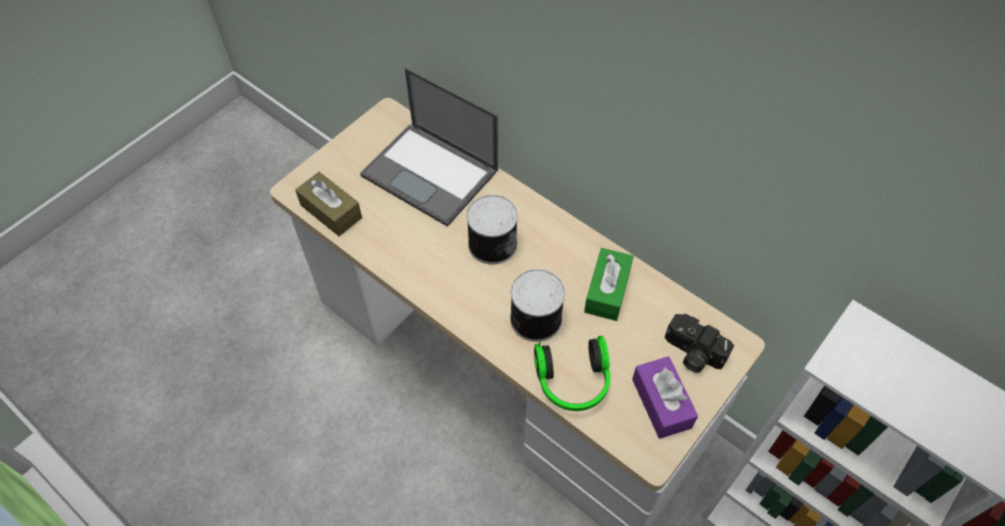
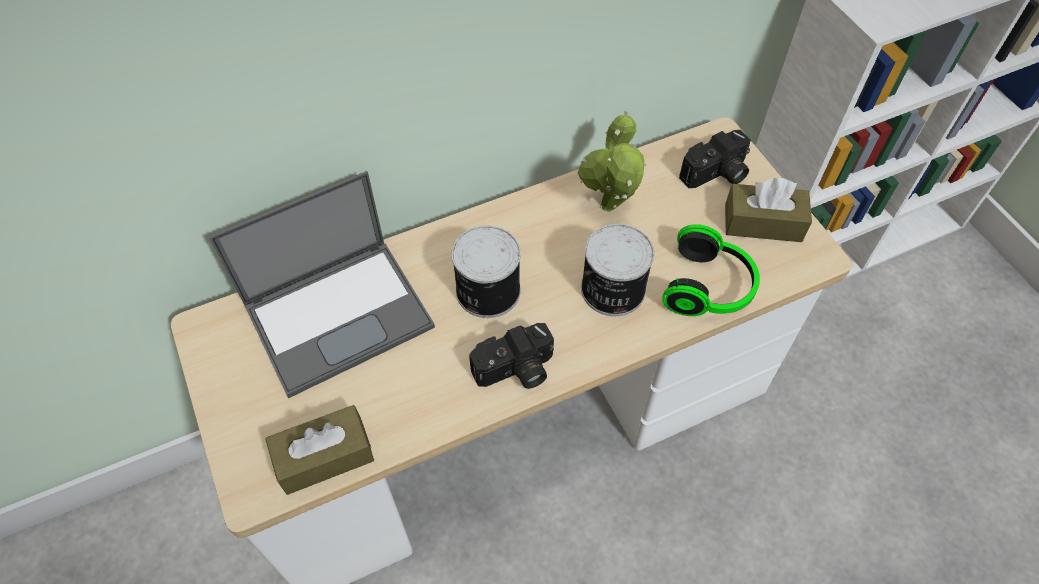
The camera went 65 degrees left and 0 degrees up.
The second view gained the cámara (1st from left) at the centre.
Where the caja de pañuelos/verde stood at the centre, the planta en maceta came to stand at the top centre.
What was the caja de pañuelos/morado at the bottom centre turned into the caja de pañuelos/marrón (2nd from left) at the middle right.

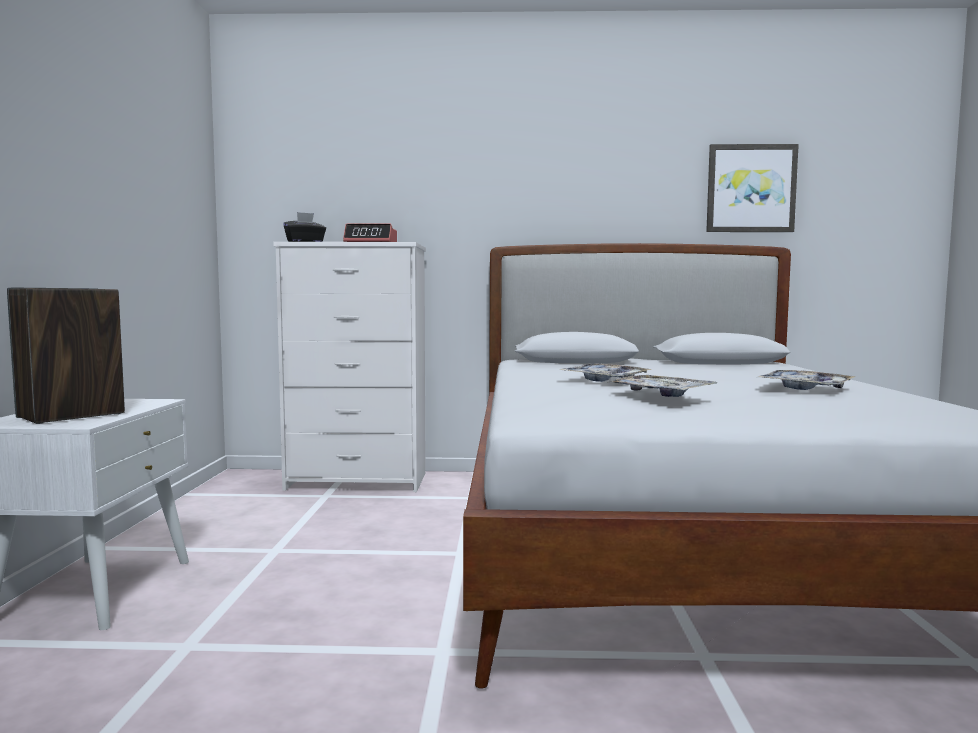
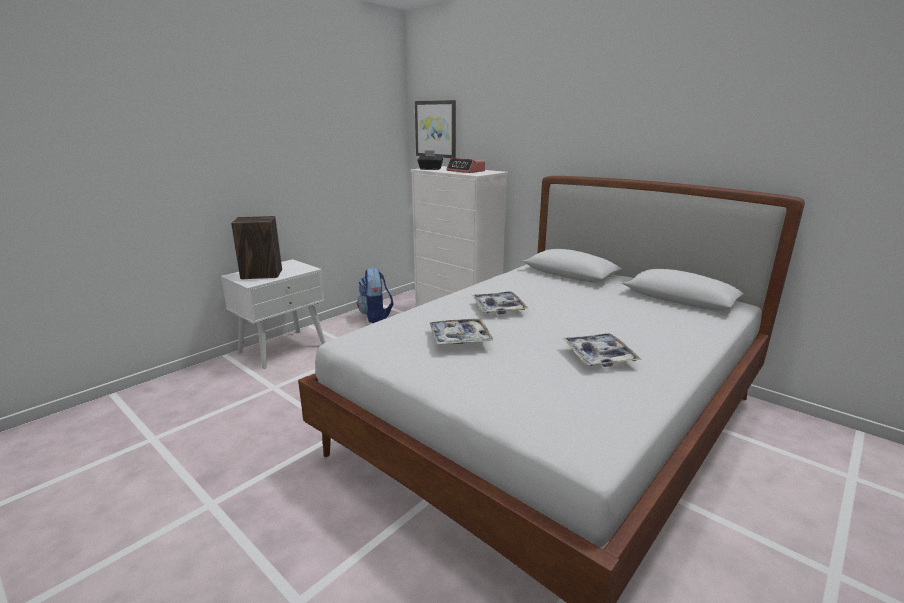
The camera went 40 degrees right and 15 degrees up.
The second view gained the mochila at the centre.
The cuadro ended up elsewhere, having gone from the top right to the top centre.

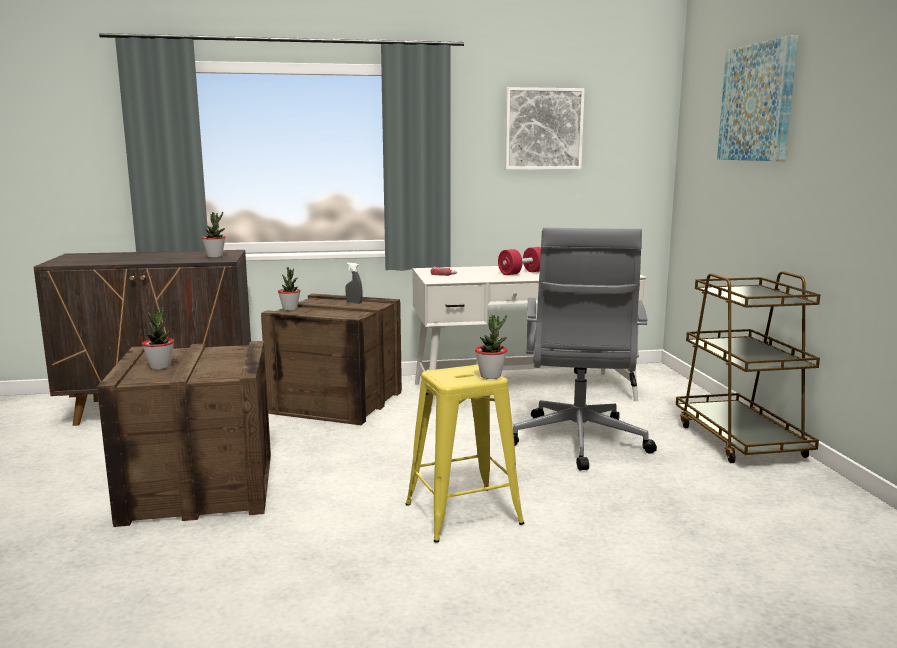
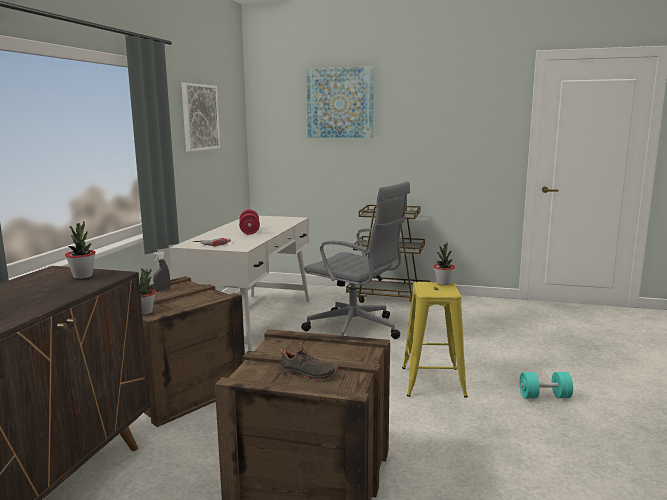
The camera went 65 degrees left and 0 degrees up.
Where the planta en maceta (1st from left) stood at the middle left, the zapato/negro came to stand at the bottom centre.
The second view gained the mancuerna/turquesa at the bottom right.

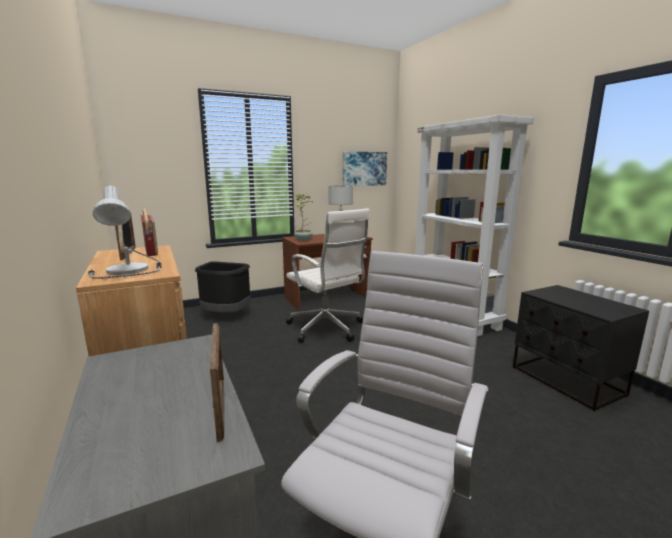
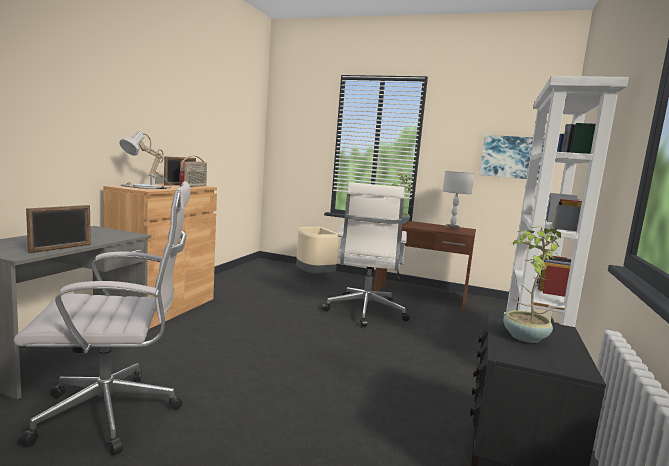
The camera went 45 degrees right and 5 degrees down.
What was the papelera/negro at the middle left turned into the papelera/beis at the centre.
The second view gained the planta en maceta (2nd from left) at the middle right.

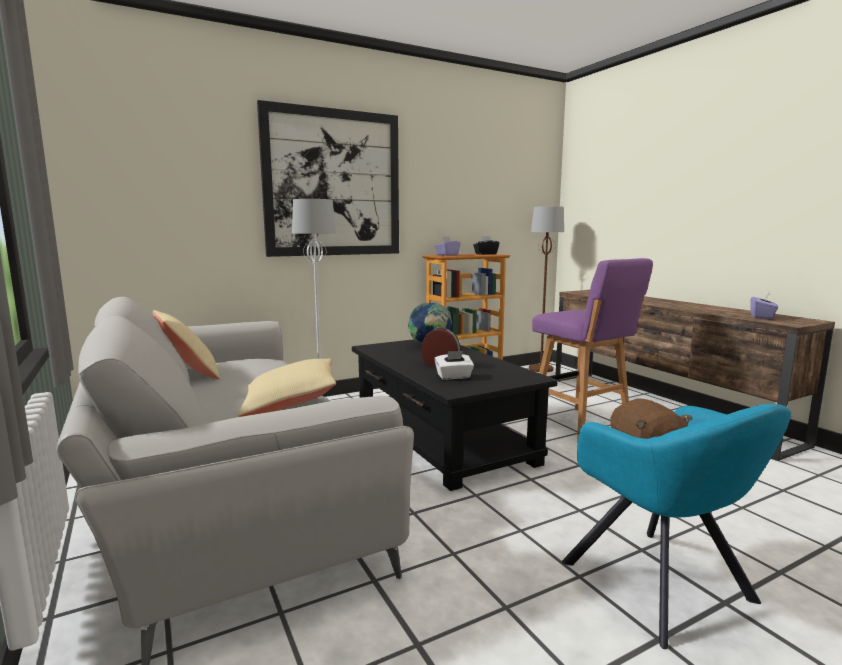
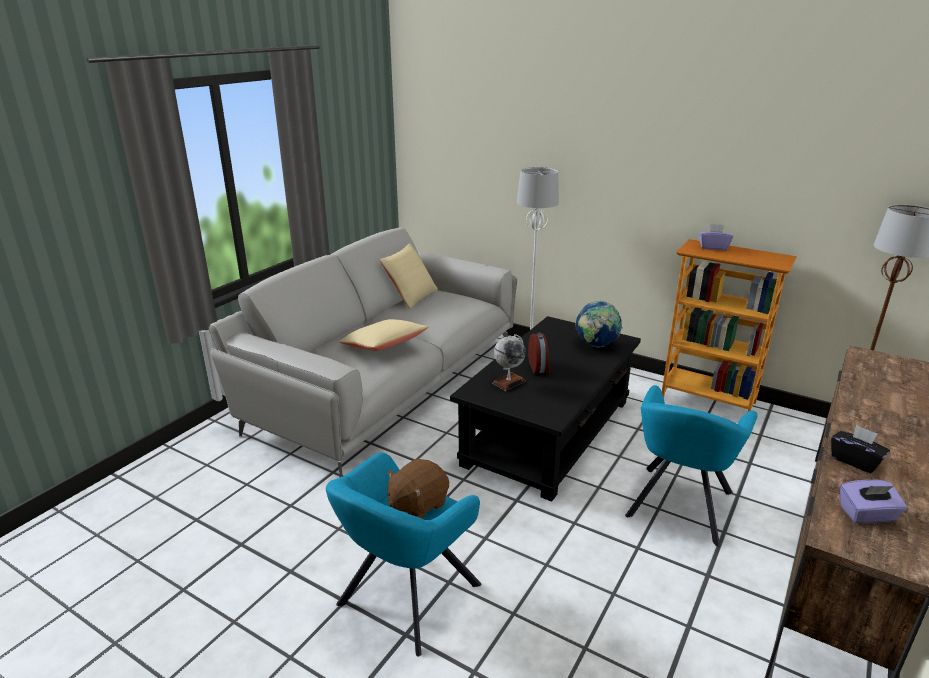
The camera went 60 degrees right and 15 degrees up.
Where the caja de pañuelos/blanco stood at the centre, the globo terráqueo (1st from left) came to stand at the centre.
Where the taburete/morado stood at the middle right, the sillón/turquesa (2nd from left) came to stand at the bottom right.
The caja de pañuelos/negro ended up elsewhere, having gone from the centre to the middle right.
The second view lost the cuadro at the top centre.

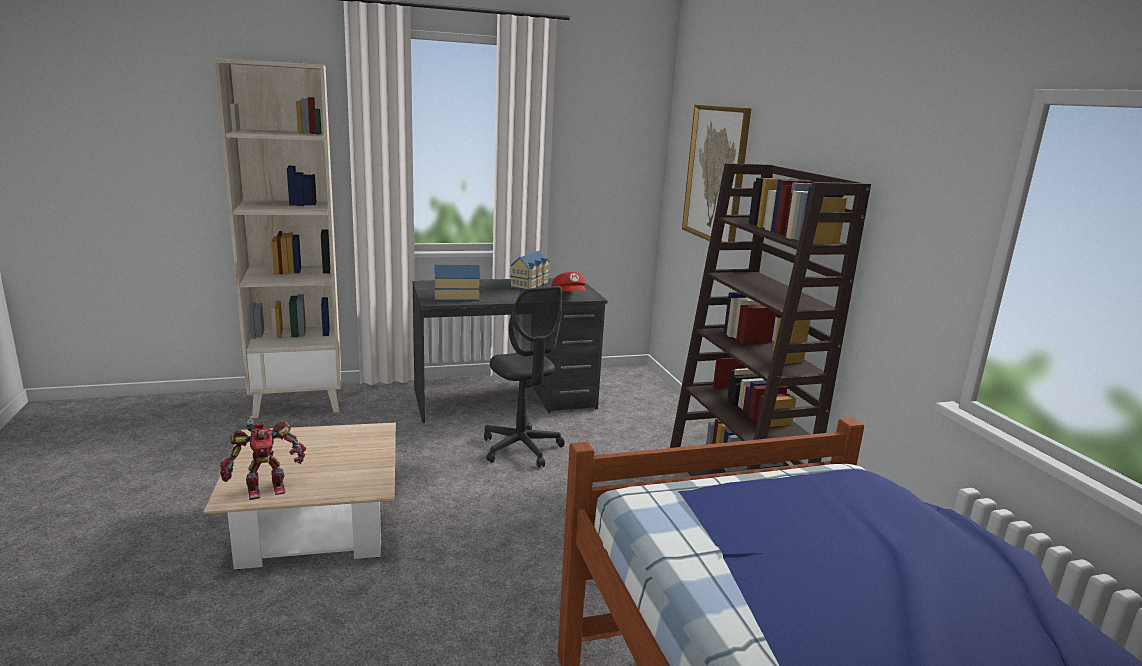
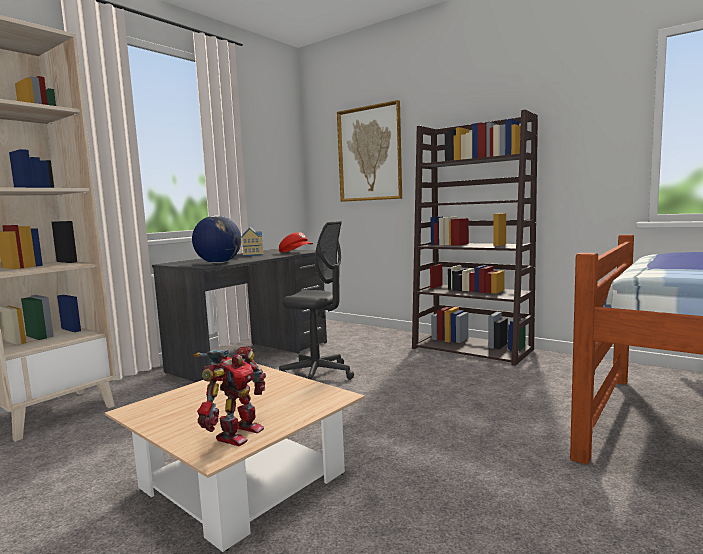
The camera went 35 degrees left and 10 degrees down.
Where the casita (1st from left) stood at the centre, the globo terráqueo came to stand at the middle left.

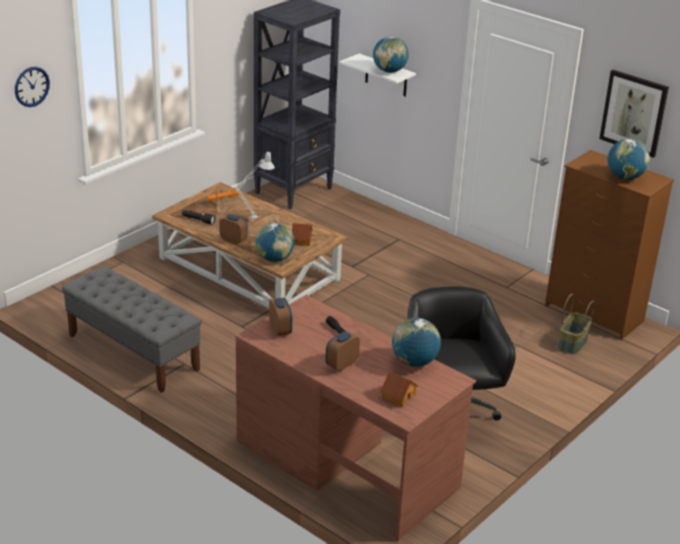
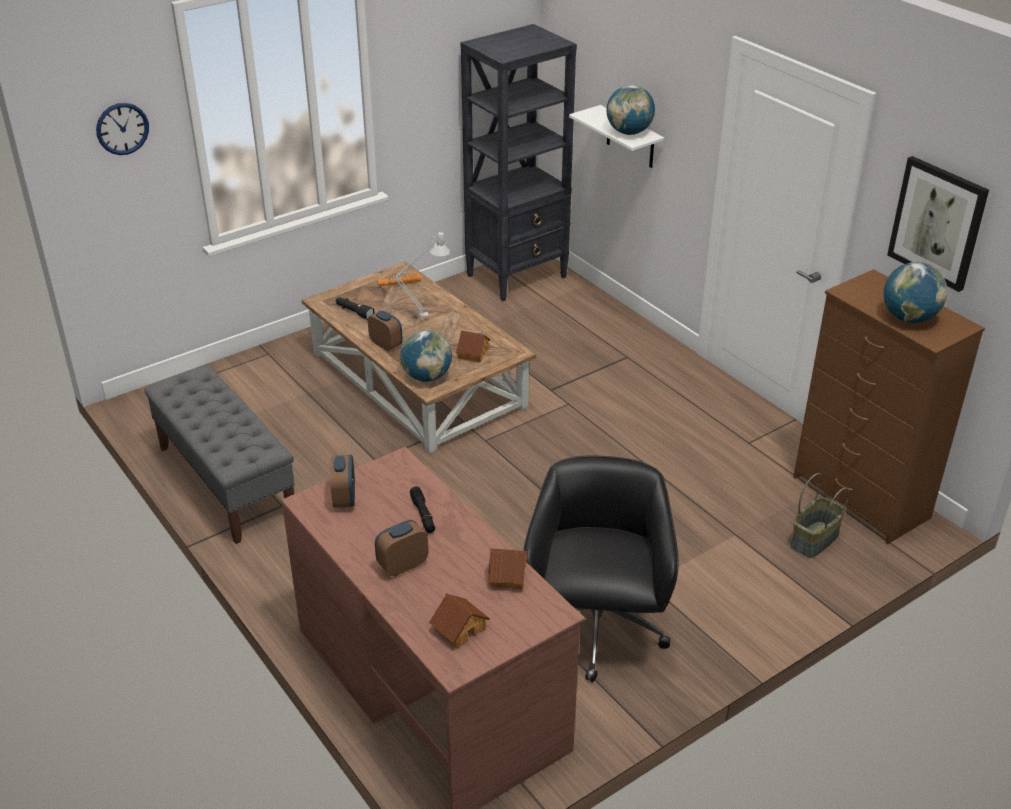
The camera went 15 degrees right and 5 degrees up.
Where the globo terráqueo (3rd from left) stood at the centre, the casita (3rd from left) came to stand at the bottom centre.

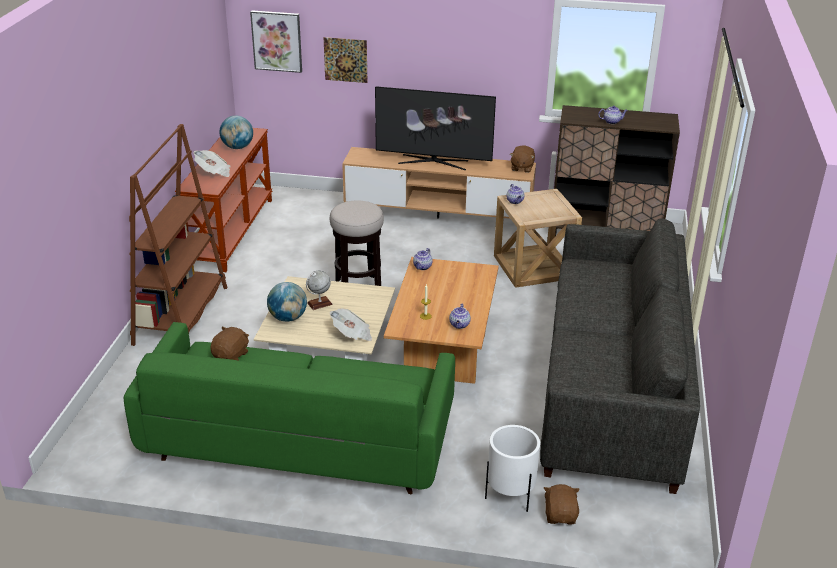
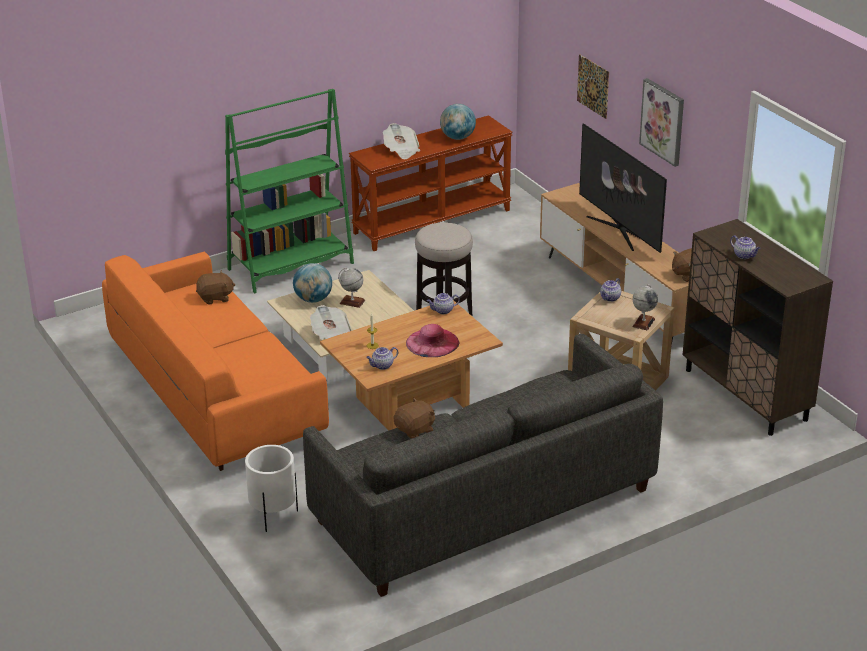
The camera went 50 degrees right and 0 degrees up.
What was the sofá/verde at the bottom centre turned into the sofá/naranja at the middle left.
What was the estantería/marrón at the middle left turned into the estantería/verde at the top centre.
The peluche/marrón (3rd from left in the first image) ended up elsewhere, having gone from the bottom right to the centre.
The second view gained the sombrero/rosa at the centre.
The second view gained the globo terráqueo (4th from left) at the middle right.
The cuadro (1st from left in the first image) ended up elsewhere, having gone from the top left to the top right.

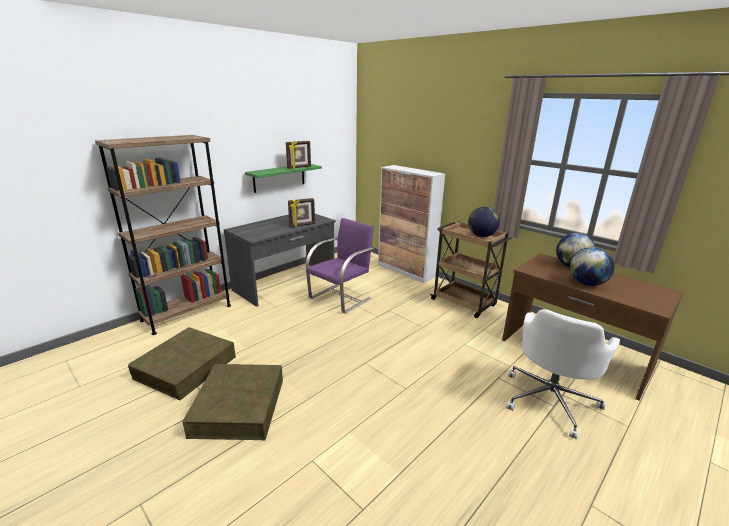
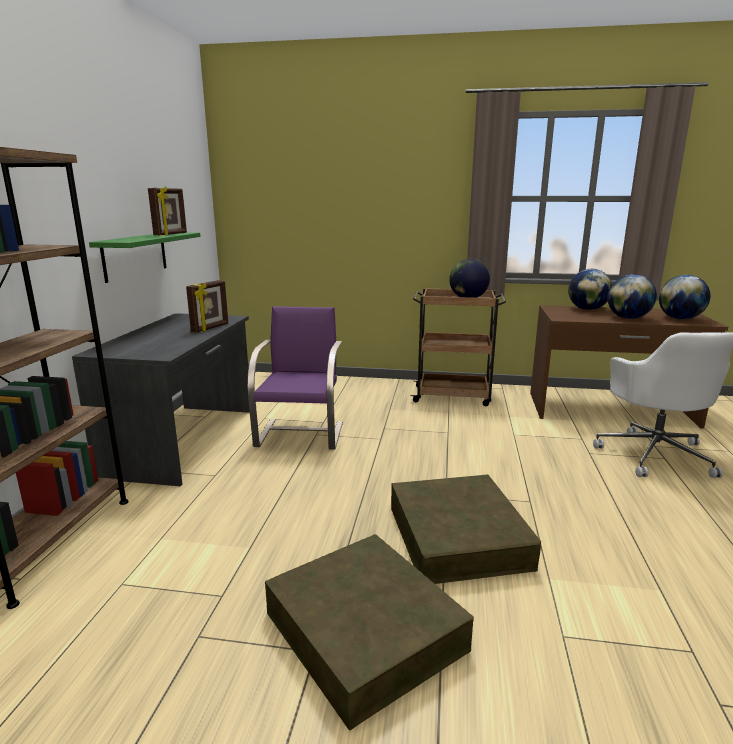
The camera went 35 degrees left and 5 degrees down.
The caja de almacenaje/marrón (1st from left in the first image) ended up elsewhere, having gone from the bottom left to the bottom centre.
The second view gained the globo terráqueo (4th from left) at the middle right.
The second view lost the armario at the centre.

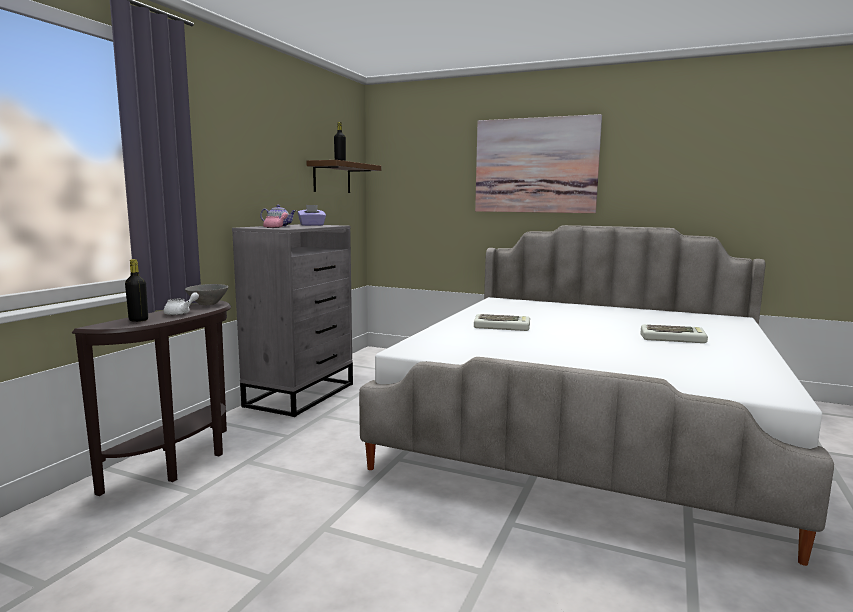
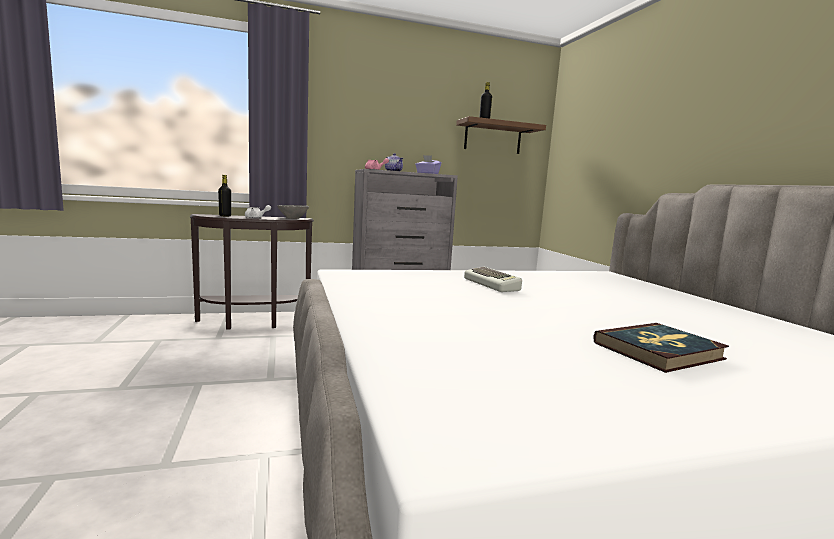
The camera went 50 degrees right and 0 degrees up.
Where the teclado (2nd from left) stood at the middle right, the libro came to stand at the middle right.
The second view lost the cuadro at the top centre.

